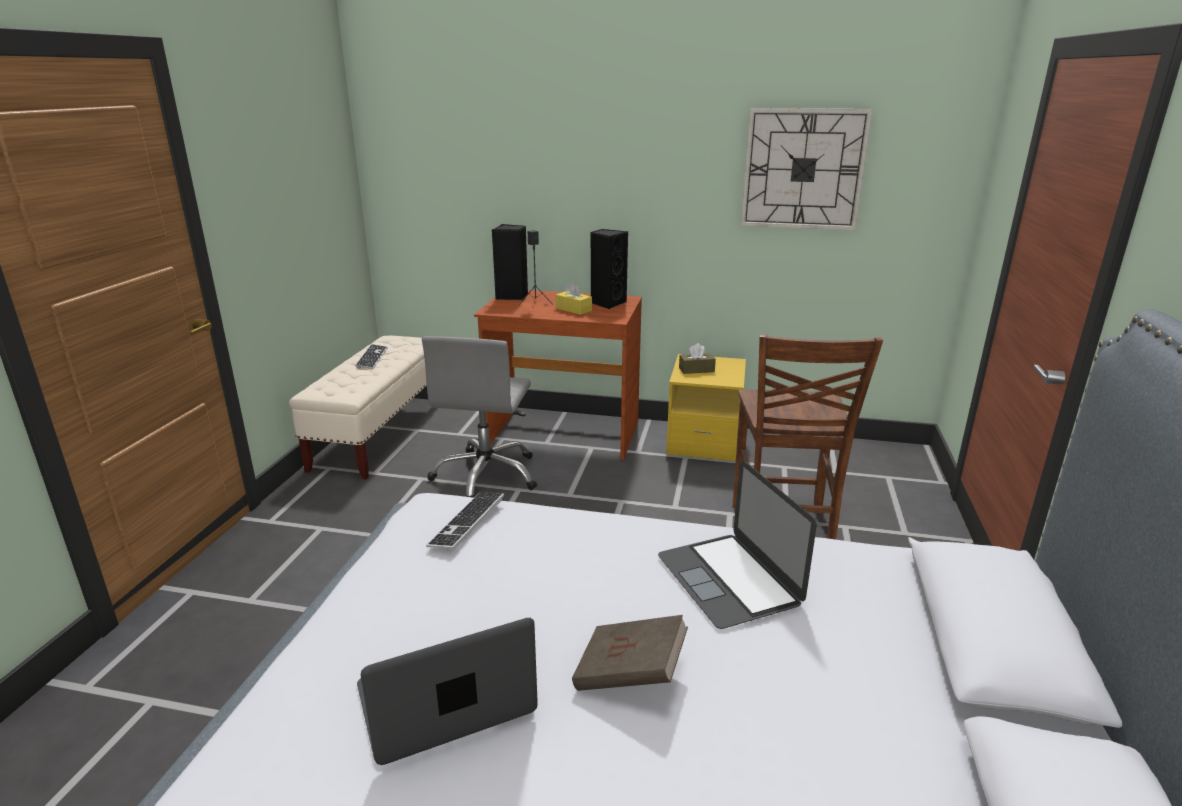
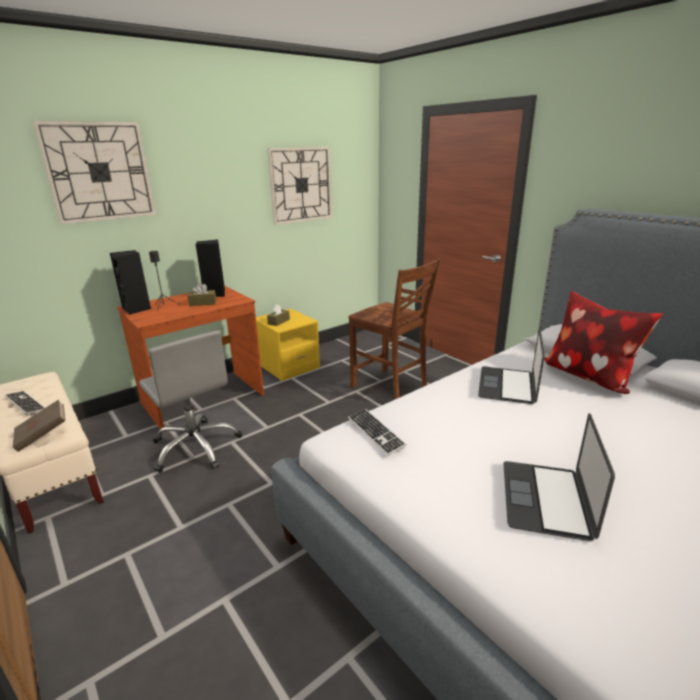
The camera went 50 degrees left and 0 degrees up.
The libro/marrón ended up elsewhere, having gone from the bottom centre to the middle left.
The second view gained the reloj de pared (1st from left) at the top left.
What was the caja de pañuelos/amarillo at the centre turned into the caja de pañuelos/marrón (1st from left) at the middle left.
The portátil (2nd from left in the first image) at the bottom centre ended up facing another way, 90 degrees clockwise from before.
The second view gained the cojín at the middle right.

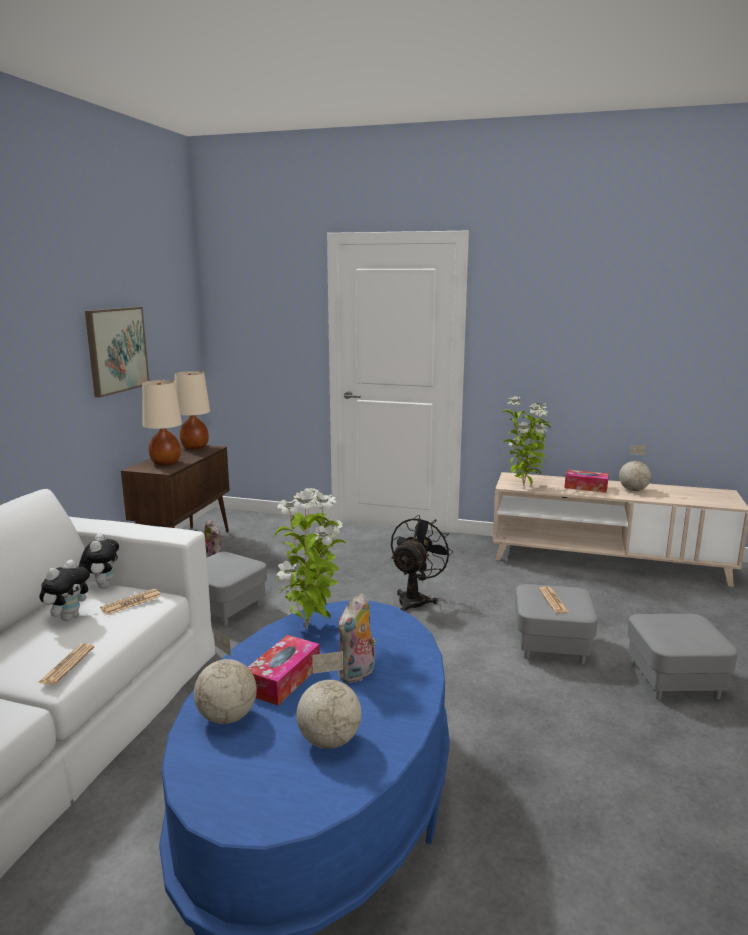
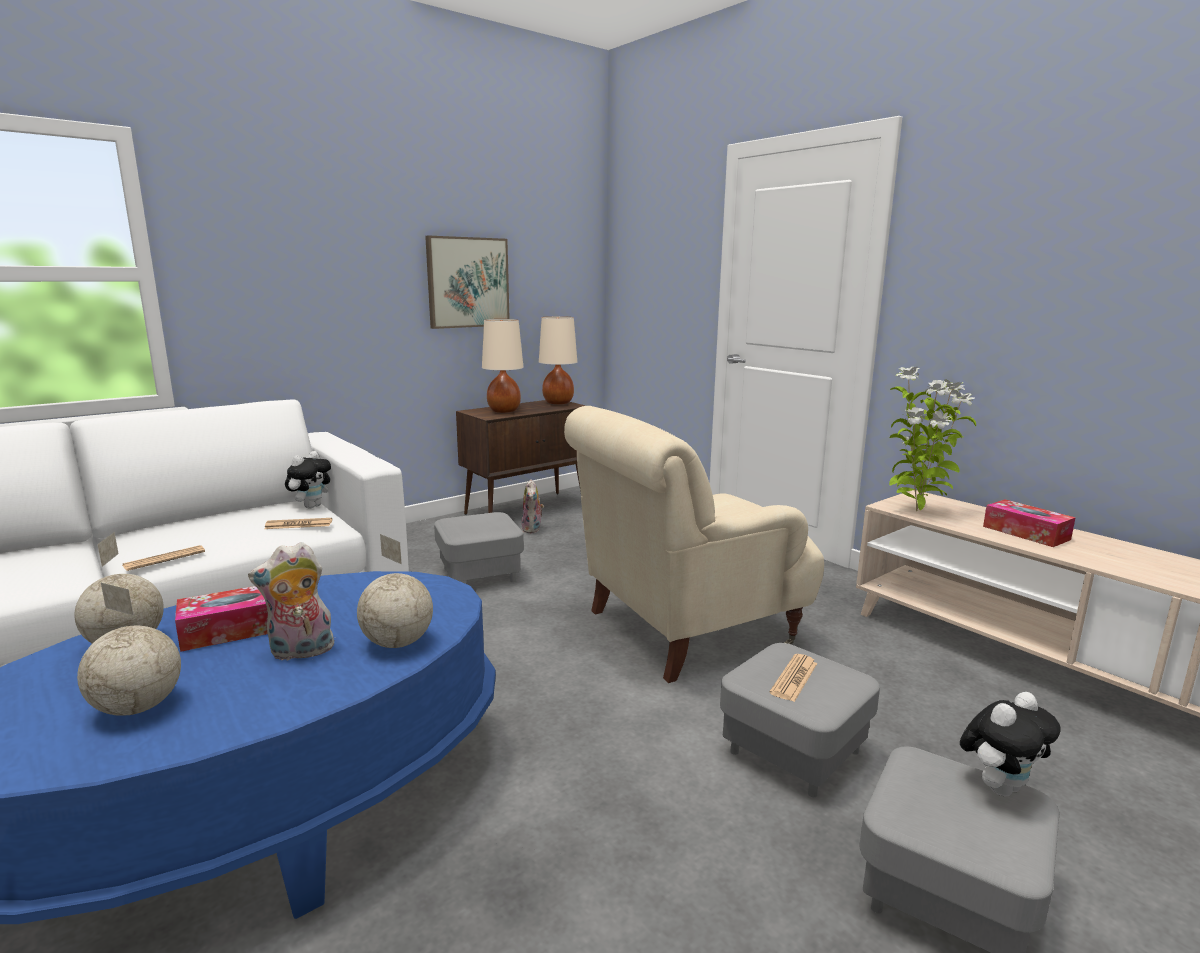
The camera went 35 degrees right and 0 degrees up.
The globo terráqueo (3rd from left) ended up elsewhere, having gone from the middle right to the middle left.
Where the ventilador/negro stood at the centre, the sillón/beis came to stand at the centre.
The peluche (1st from left in the first image) ended up elsewhere, having gone from the middle left to the bottom right.
The second view lost the planta en maceta (1st from left) at the centre.

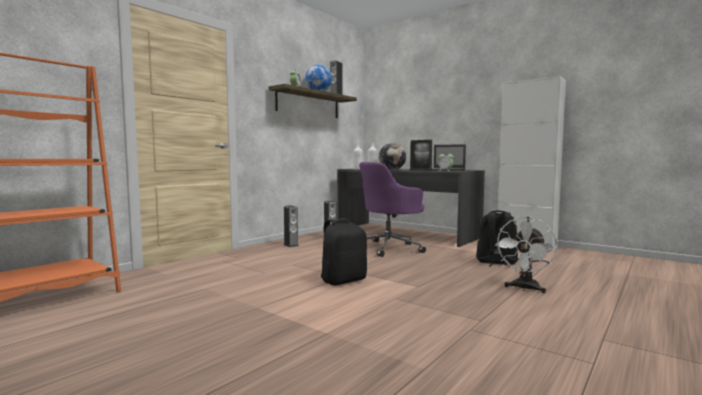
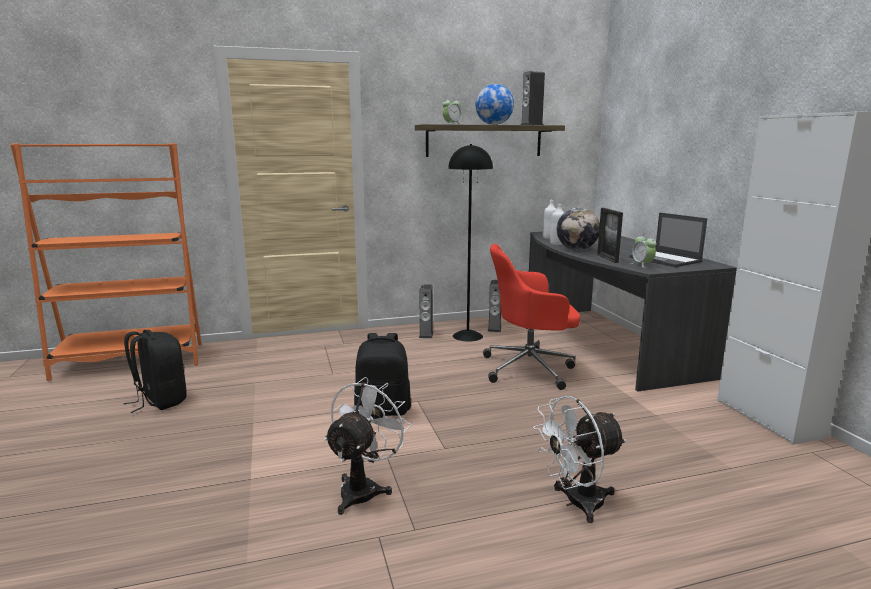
The camera went 35 degrees right and 10 degrees up.
The mochila/negro (2nd from left in the first image) ended up elsewhere, having gone from the middle right to the middle left.
The second view gained the ventilador/blanco (1st from left) at the bottom centre.
The second view gained the lámpara de pie/negro at the centre.
What was the silla de oficina/morado at the centre turned into the silla de oficina/rojo at the centre.

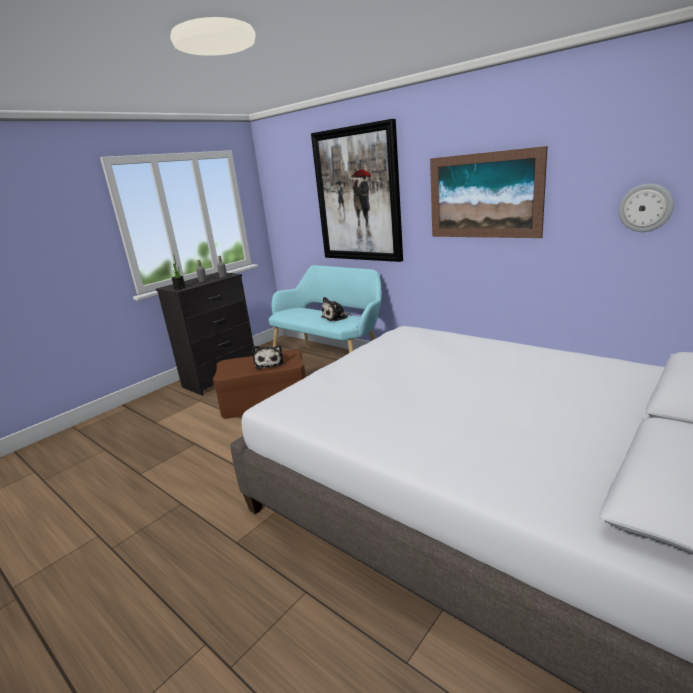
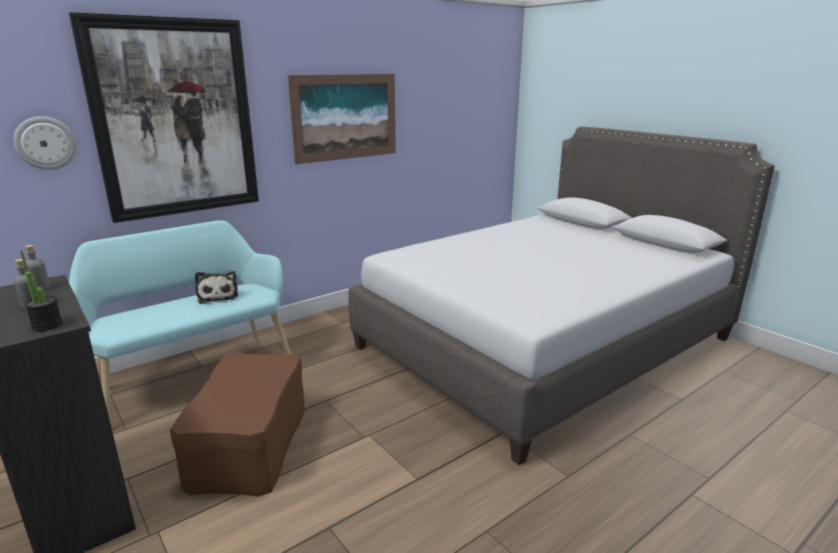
The camera went 80 degrees left and 0 degrees up.
The reloj de pared ended up elsewhere, having gone from the top right to the top left.
The second view lost the peluche (1st from left) at the centre.

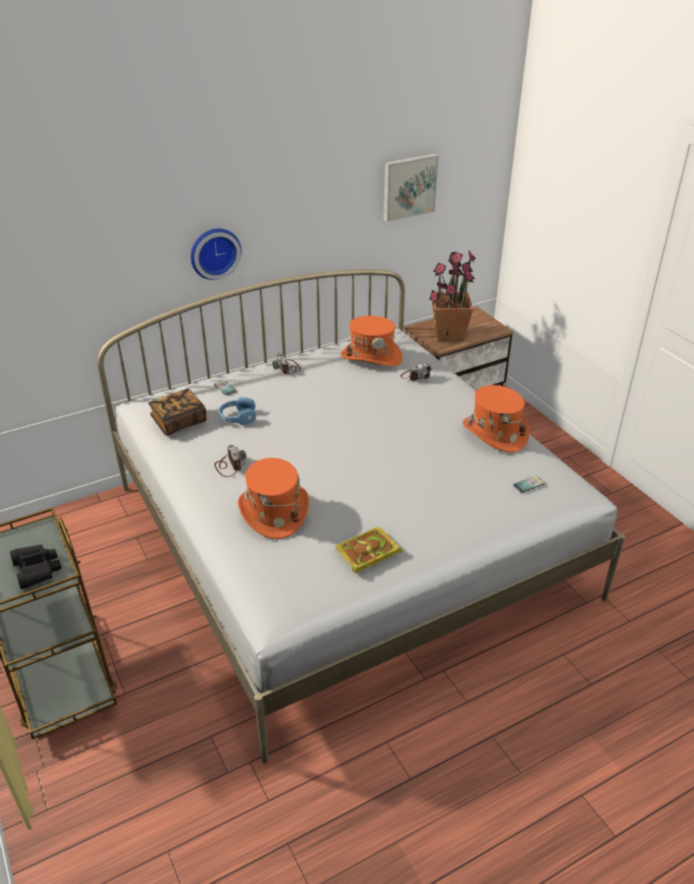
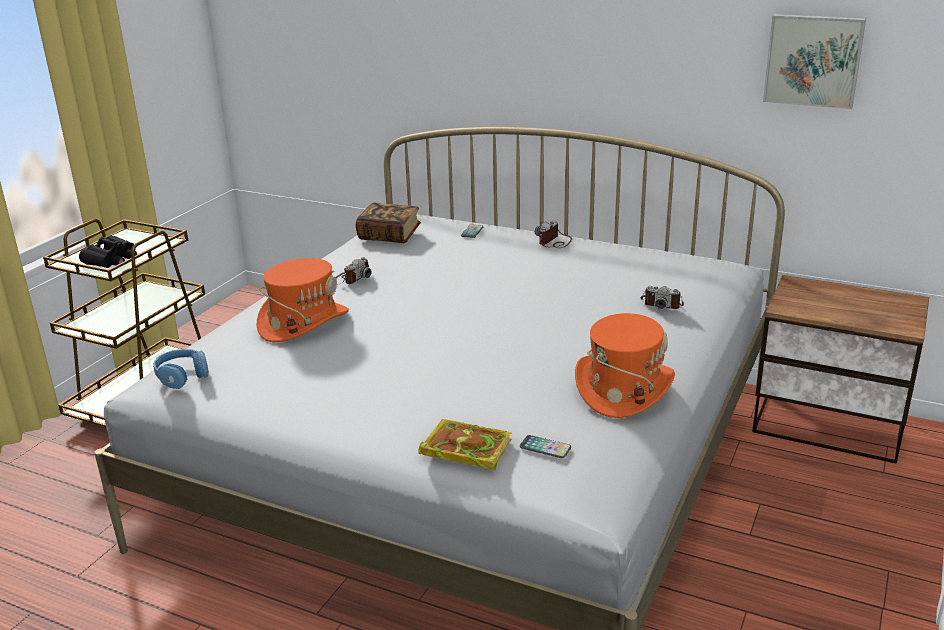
The camera went 55 degrees right and 10 degrees down.
The auriculares/azul ended up elsewhere, having gone from the centre to the middle left.
The libro (2nd from left) ended up elsewhere, having gone from the centre to the bottom centre.
The second view lost the reloj de pared at the top left.
The second view lost the sombrero/naranja (2nd from left) at the centre.
The second view lost the planta en maceta at the centre.

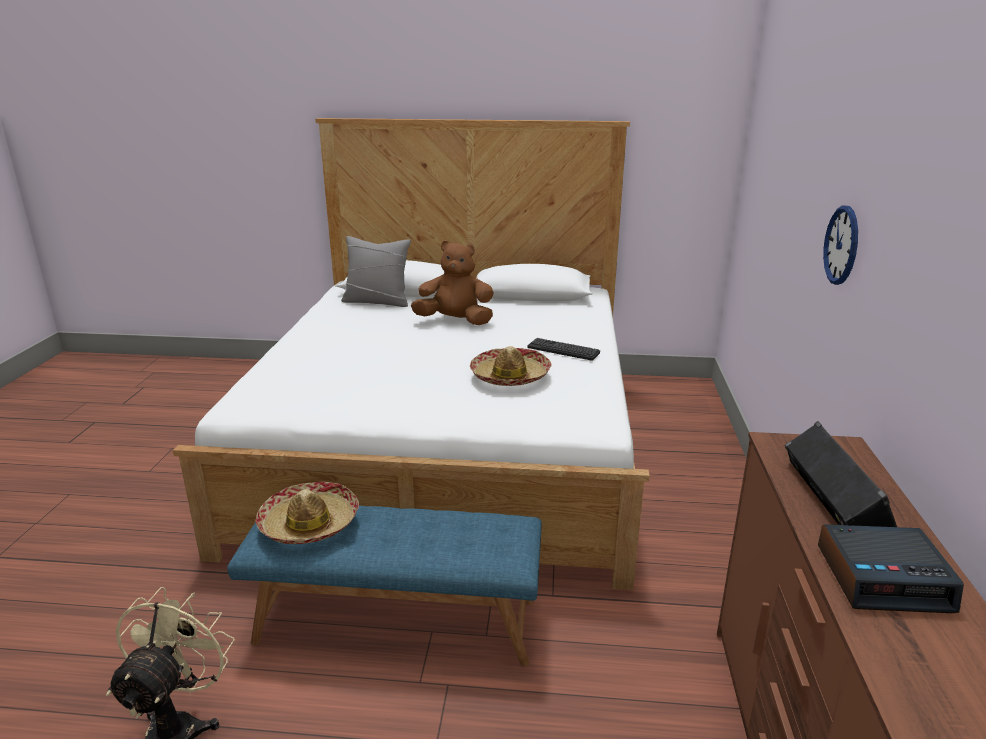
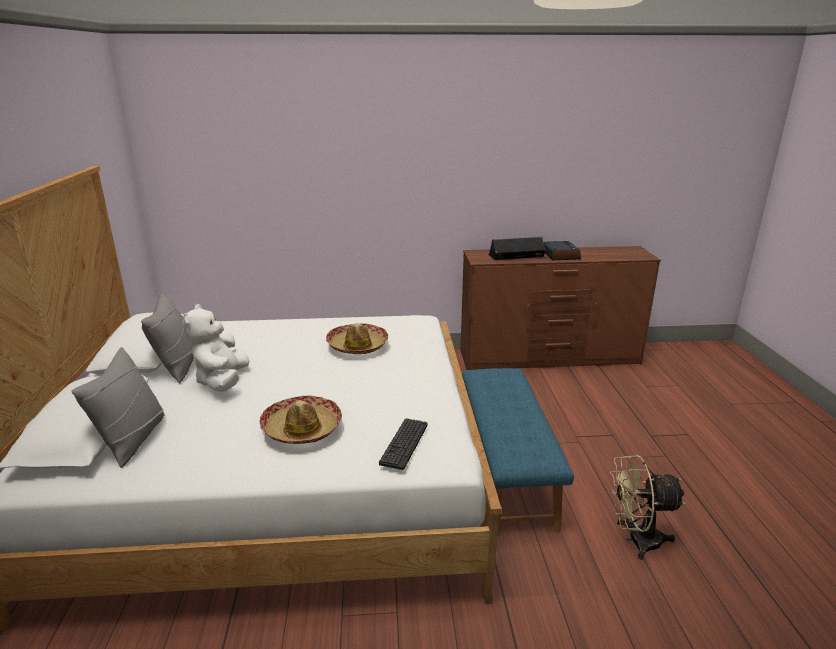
The camera went 100 degrees left and 0 degrees up.
The second view gained the cojín/gris (2nd from left) at the middle left.
What was the peluche/marrón at the centre turned into the peluche/blanco at the middle left.
The sombrero (1st from left) ended up elsewhere, having gone from the bottom left to the centre.
The teclado ended up elsewhere, having gone from the centre to the bottom centre.
The second view lost the reloj de pared at the top right.

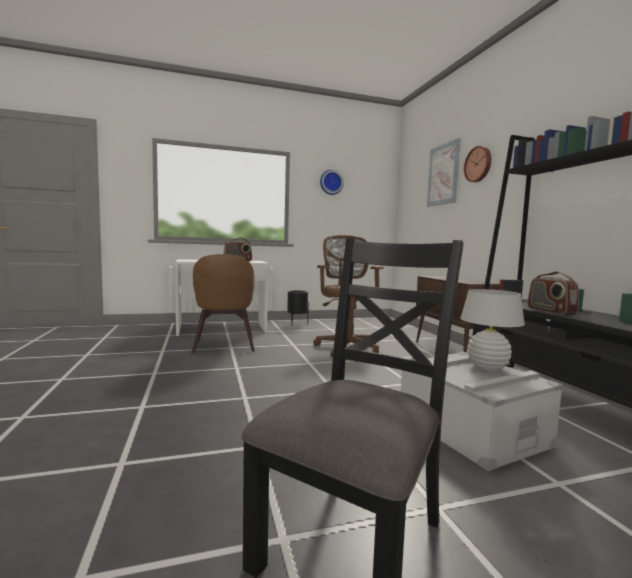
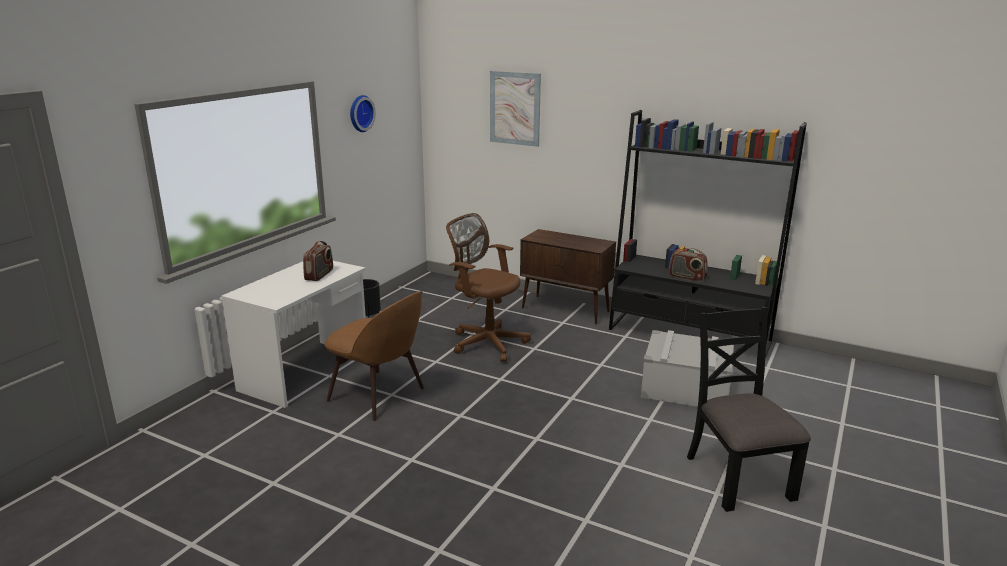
The camera went 45 degrees left and 15 degrees up.
The second view lost the lámpara de mesa/blanco at the middle right.
The second view lost the reloj de pared (2nd from left) at the top right.

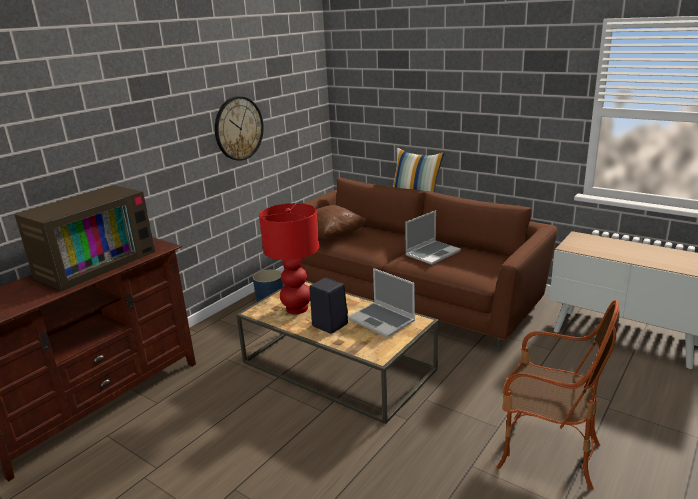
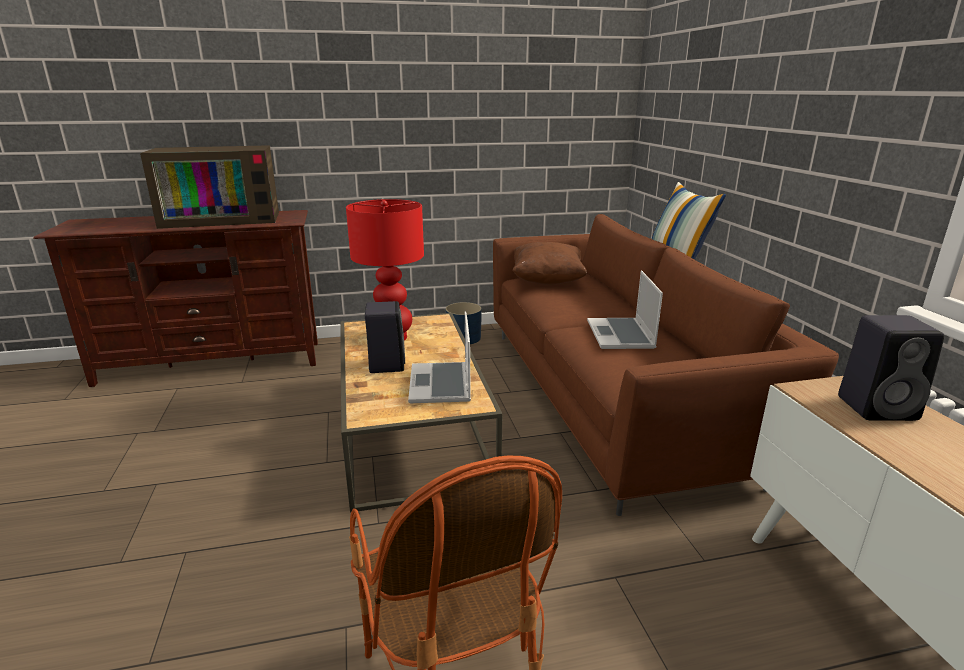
The camera went 40 degrees right and 0 degrees up.
The portátil (2nd from left) at the centre ended up facing another way, 90 degrees clockwise from before.
The second view gained the altavoz/negro (2nd from left) at the middle right.
The second view lost the reloj de pared at the top centre.

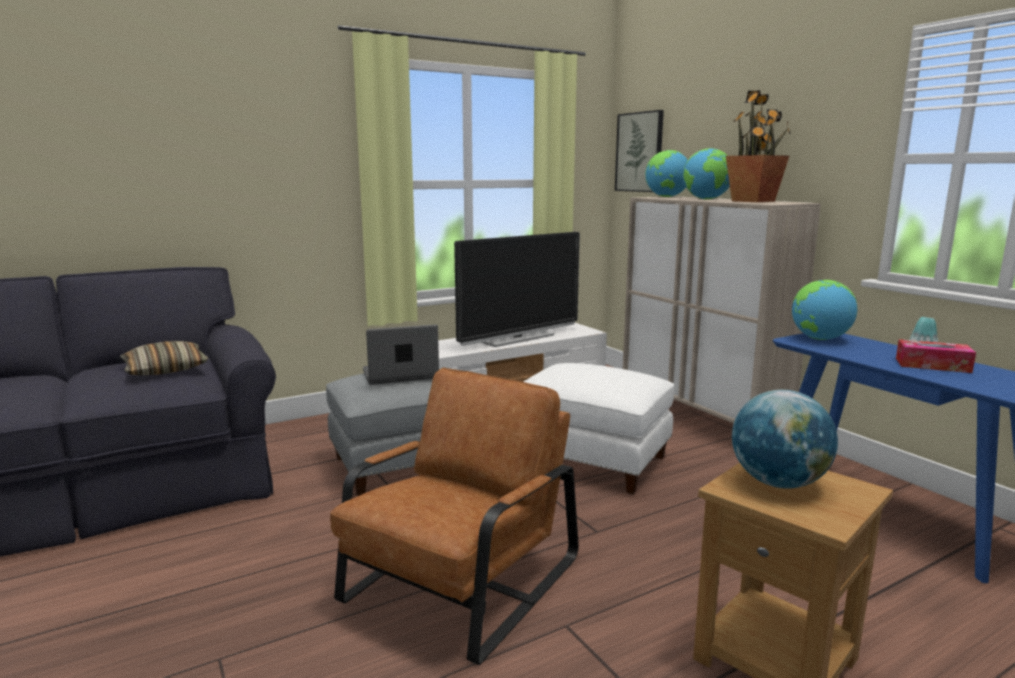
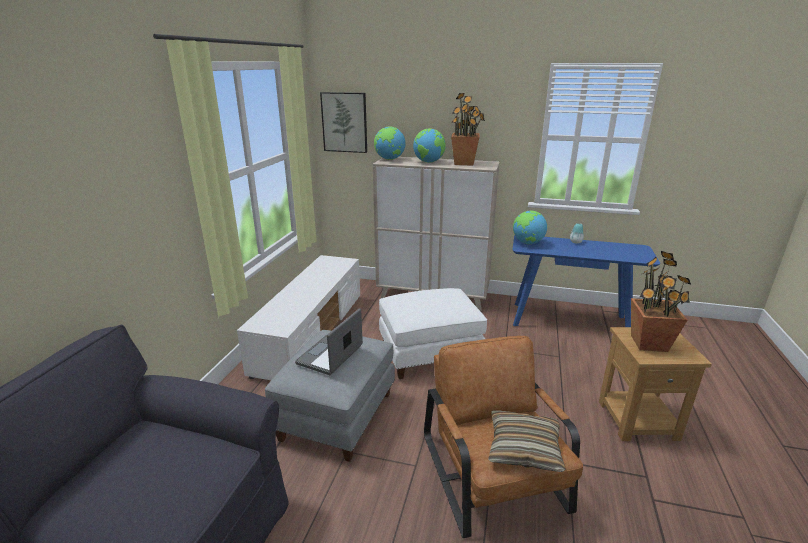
The camera went 45 degrees left and 10 degrees up.
The cojín ended up elsewhere, having gone from the middle left to the bottom centre.
Where the globo terráqueo (3rd from left) stood at the middle right, the planta en maceta (2nd from left) came to stand at the middle right.
The second view lost the televisor at the centre.
The second view lost the caja de pañuelos at the middle right.

